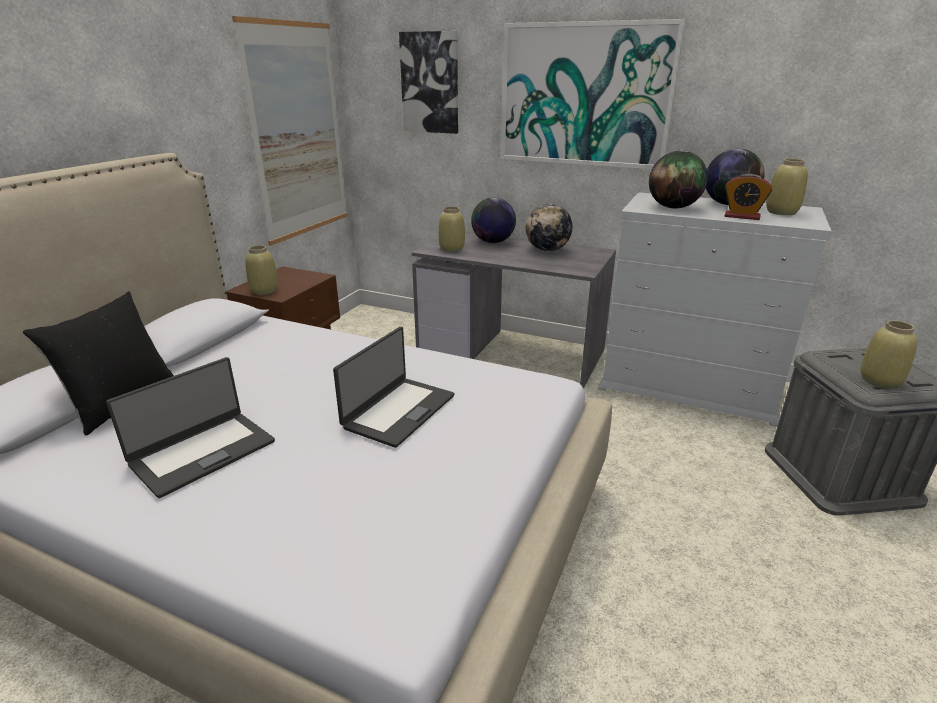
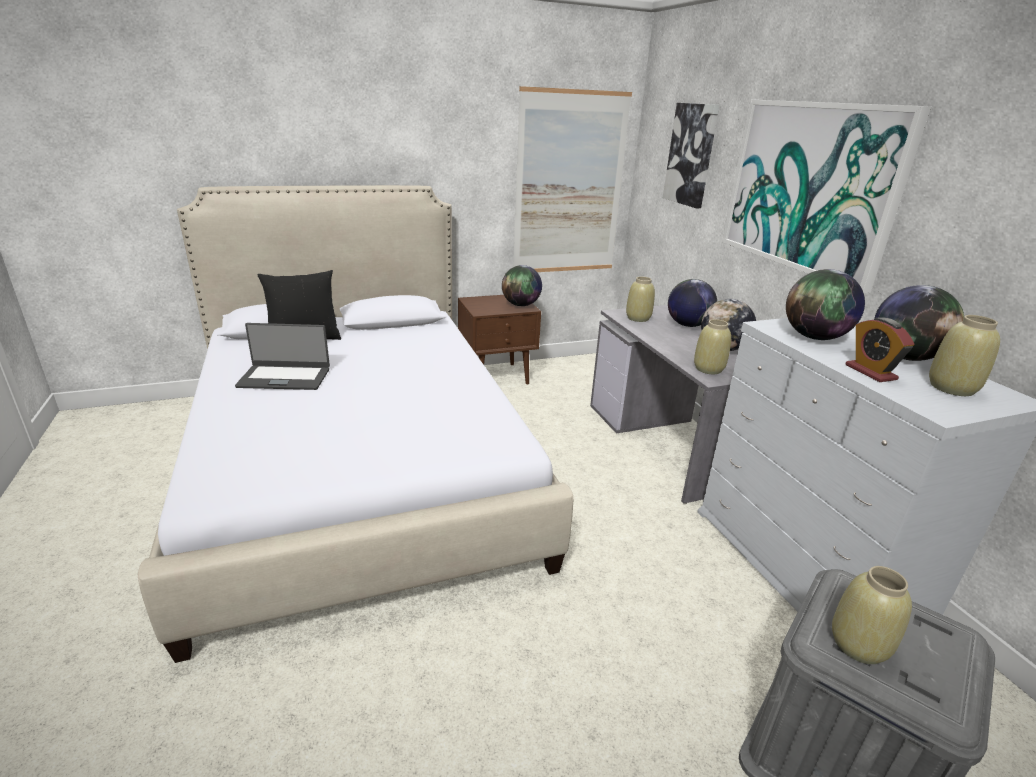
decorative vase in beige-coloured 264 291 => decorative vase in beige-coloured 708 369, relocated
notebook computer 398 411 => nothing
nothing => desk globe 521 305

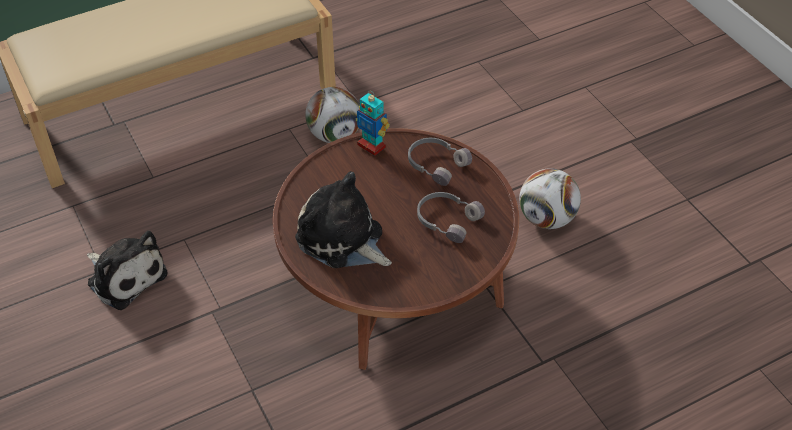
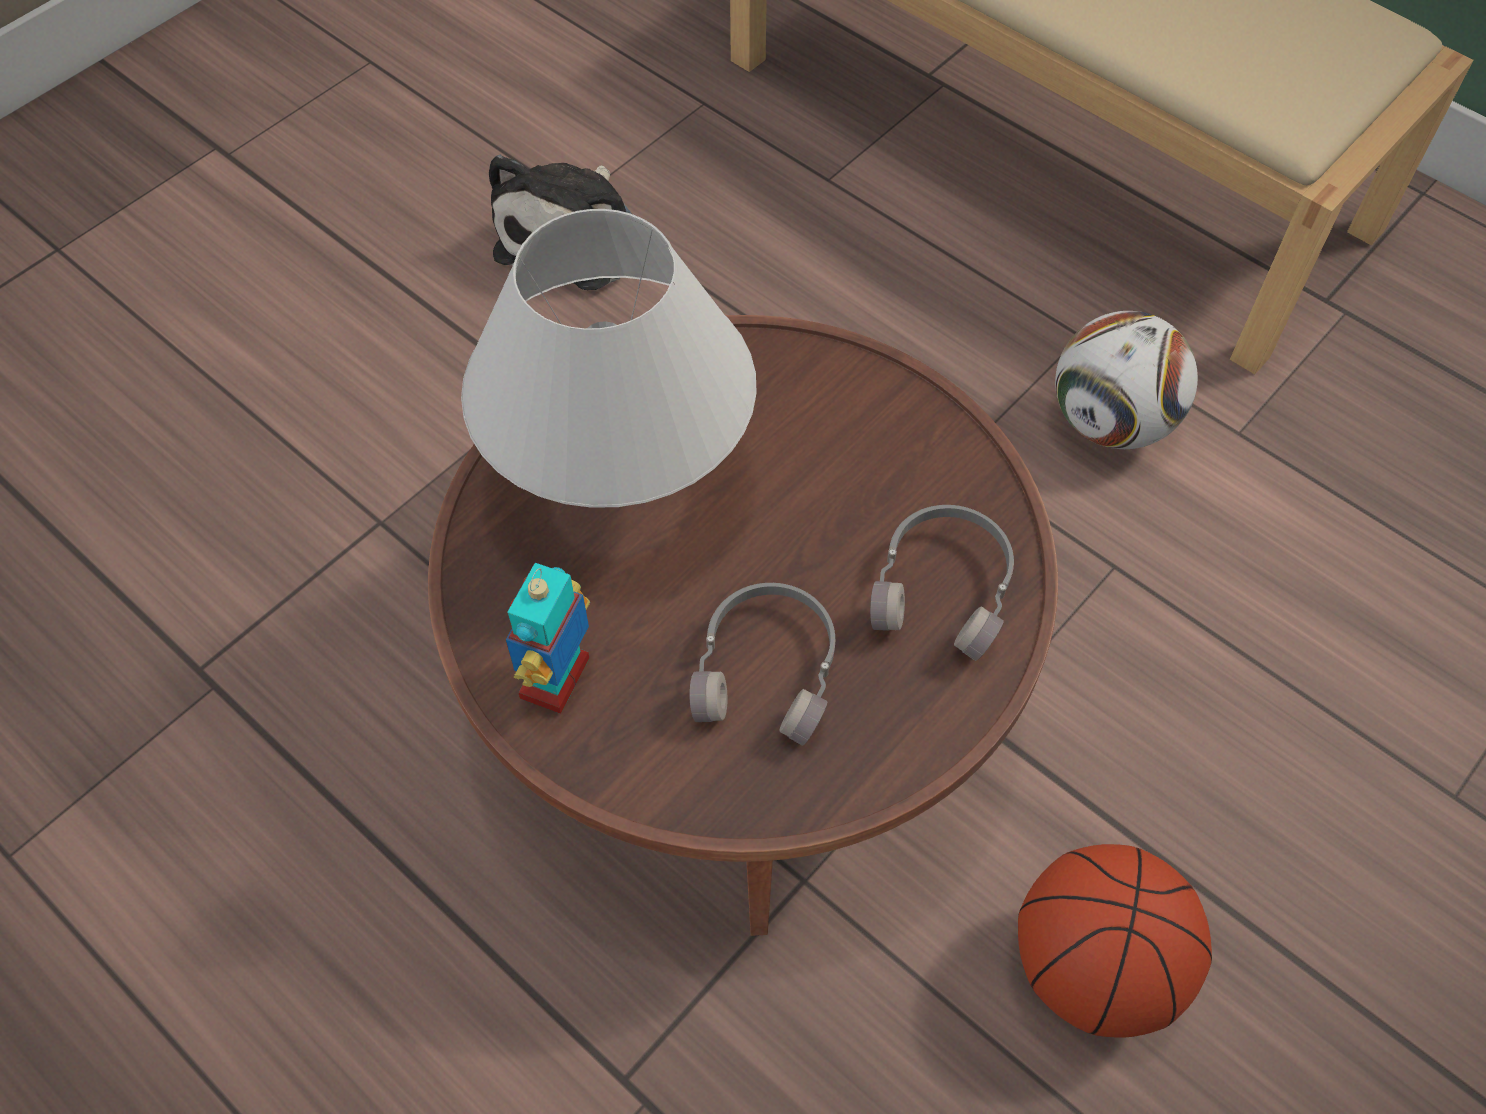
robot figure 372 146 => robot figure 557 679, relocated
football 546 219 => ball for basketball 1093 965
cuddly toy 343 240 => lamp for a table in white 620 478

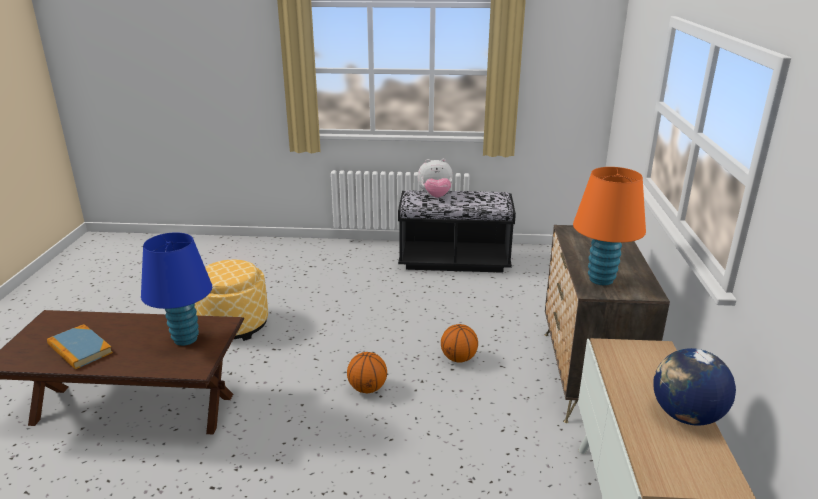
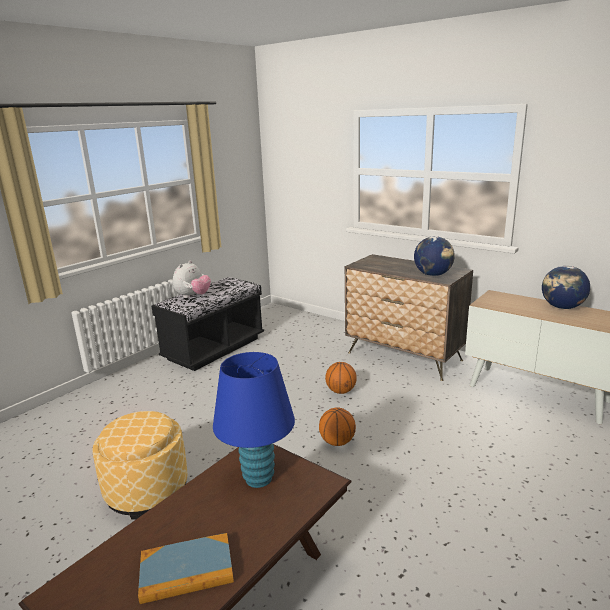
lamp for a table in orange 601 279 => desk globe 433 275

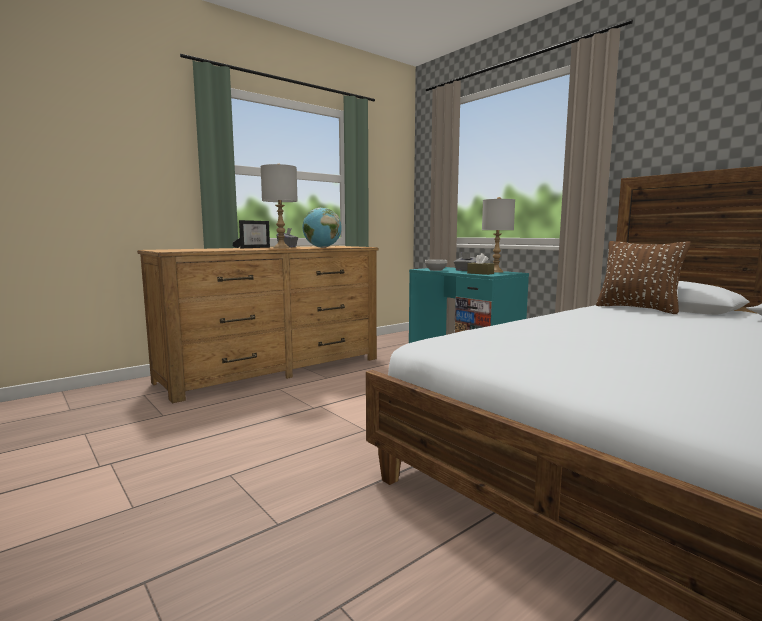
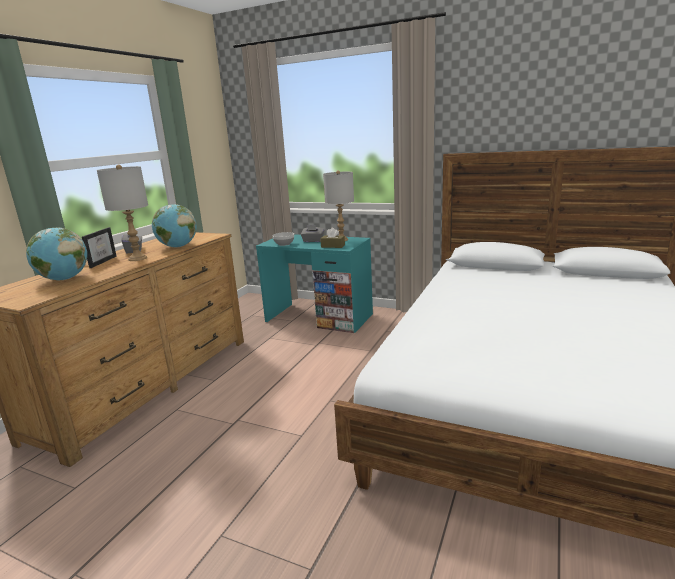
pillow in brown-coloured 637 309 => nothing
nothing => desk globe 64 279

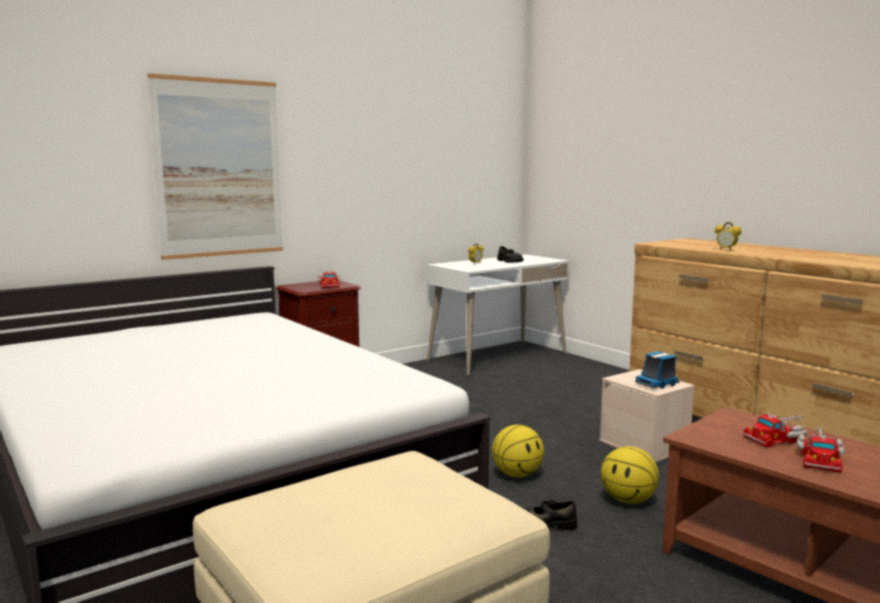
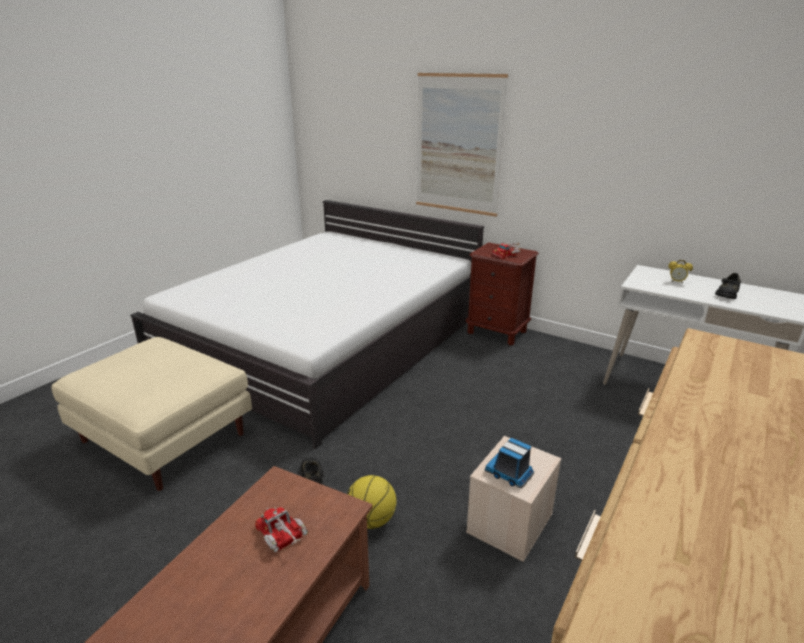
bedside clock 726 249 => nothing
ball for basketball 517 474 => nothing
toy lorry 819 458 => nothing

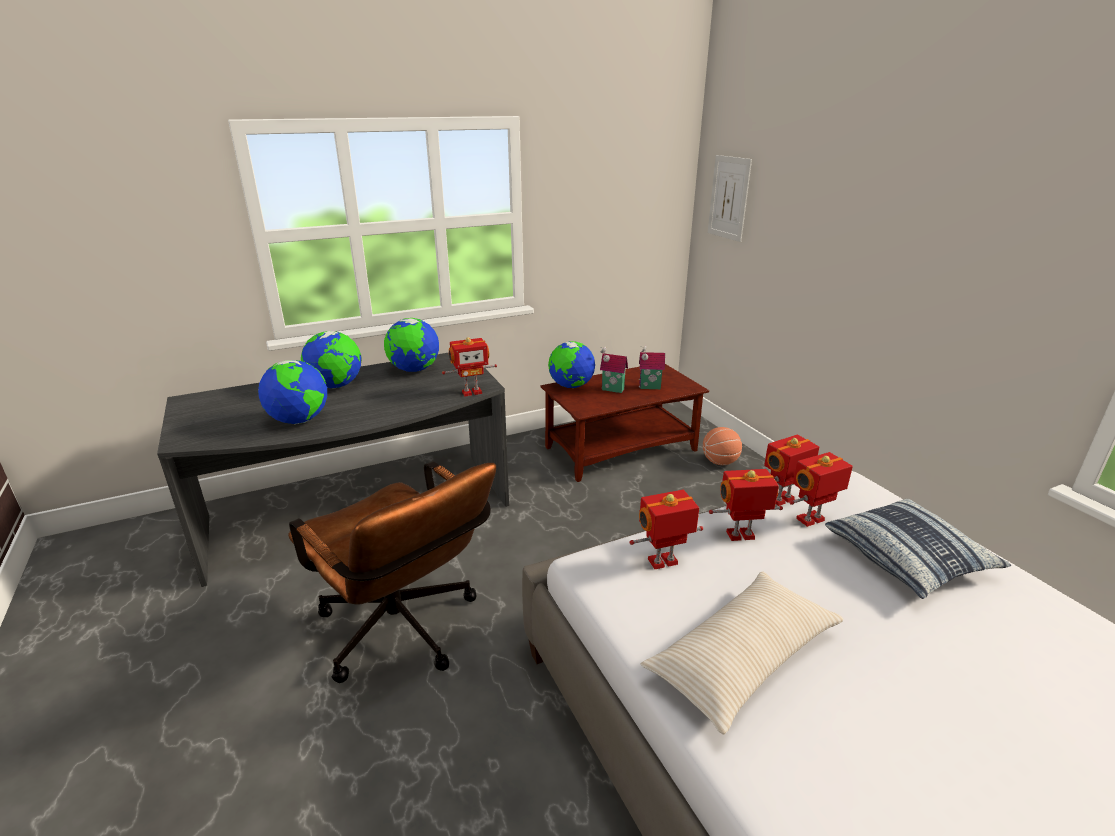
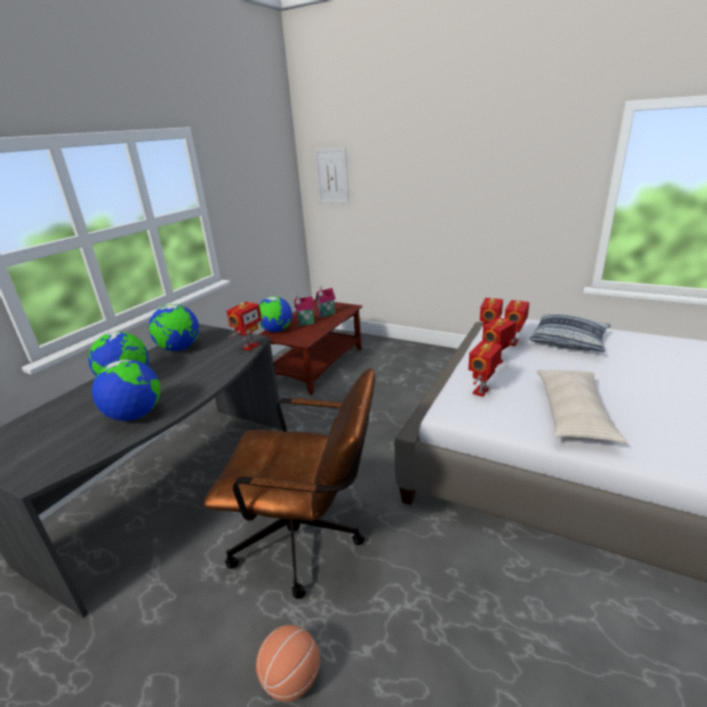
ball for basketball 720 462 => ball for basketball 292 678, relocated

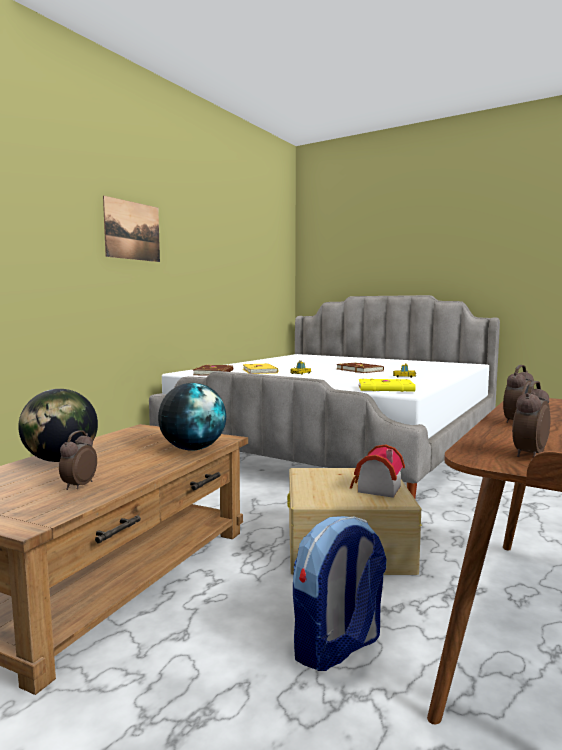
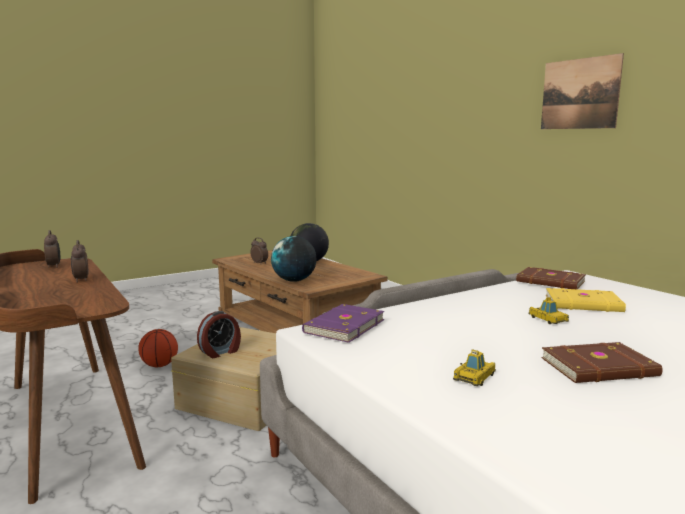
book in yellow-coloured 386 388 => book in purple-coloured 343 326
miniature house 376 489 => bedside clock 220 352
knapsack 337 648 => ball for basketball 159 365

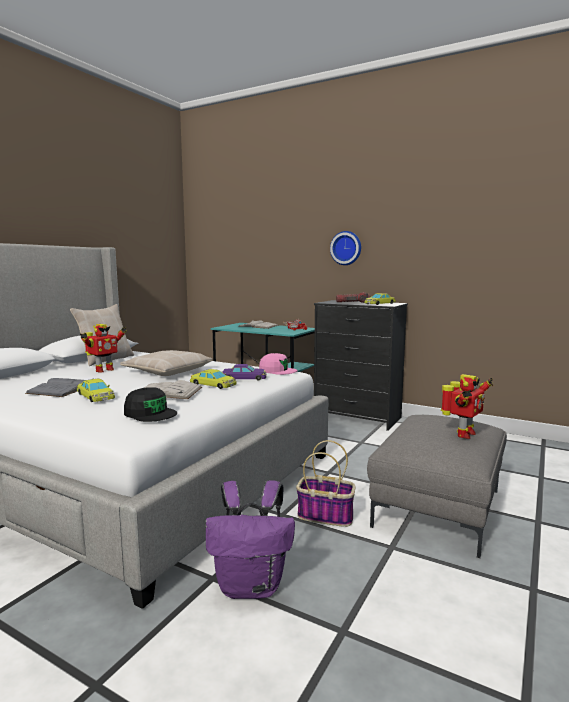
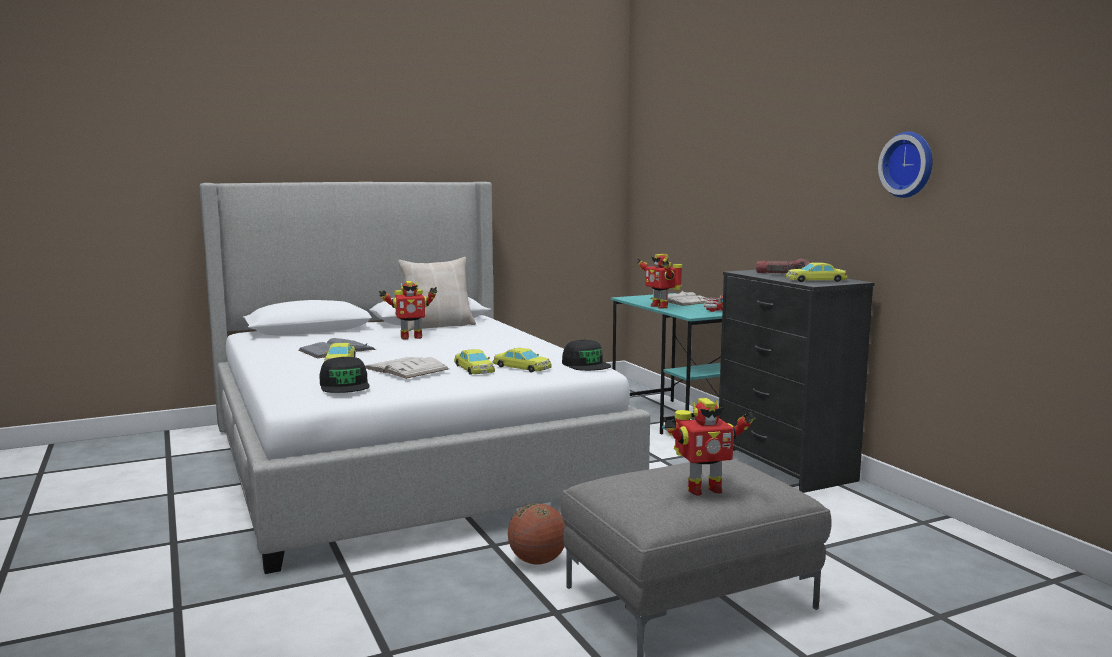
clock on the wall 346 248 => clock on the wall 909 164, relocated
pillow in beige-coloured 167 371 => nothing
cap in pink-coloured 277 370 => cap in blackish 586 364
model car in purple-coloured 244 378 => model car in yellow-coloured 522 367
storage basket 326 516 => ball for basketball 537 561
knapsack in purple-coloured 251 586 => nothing
nothing => robot figure 660 306

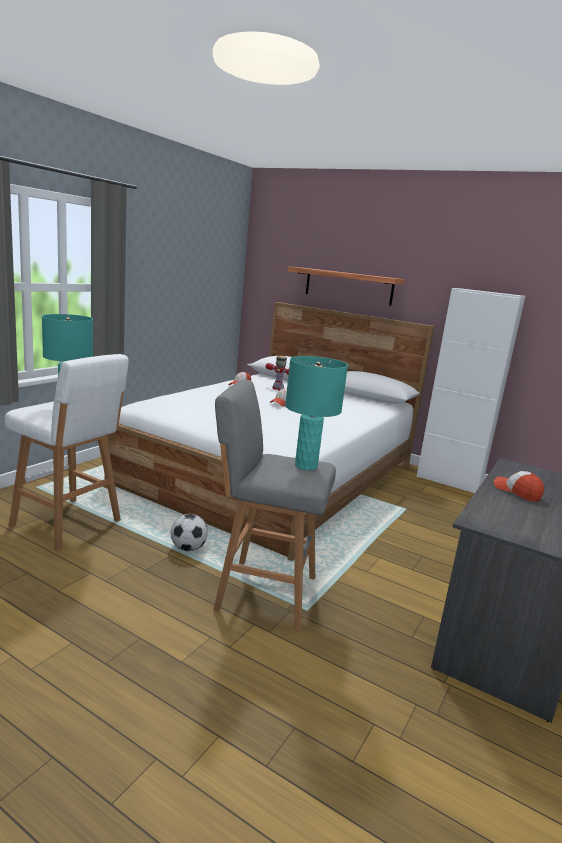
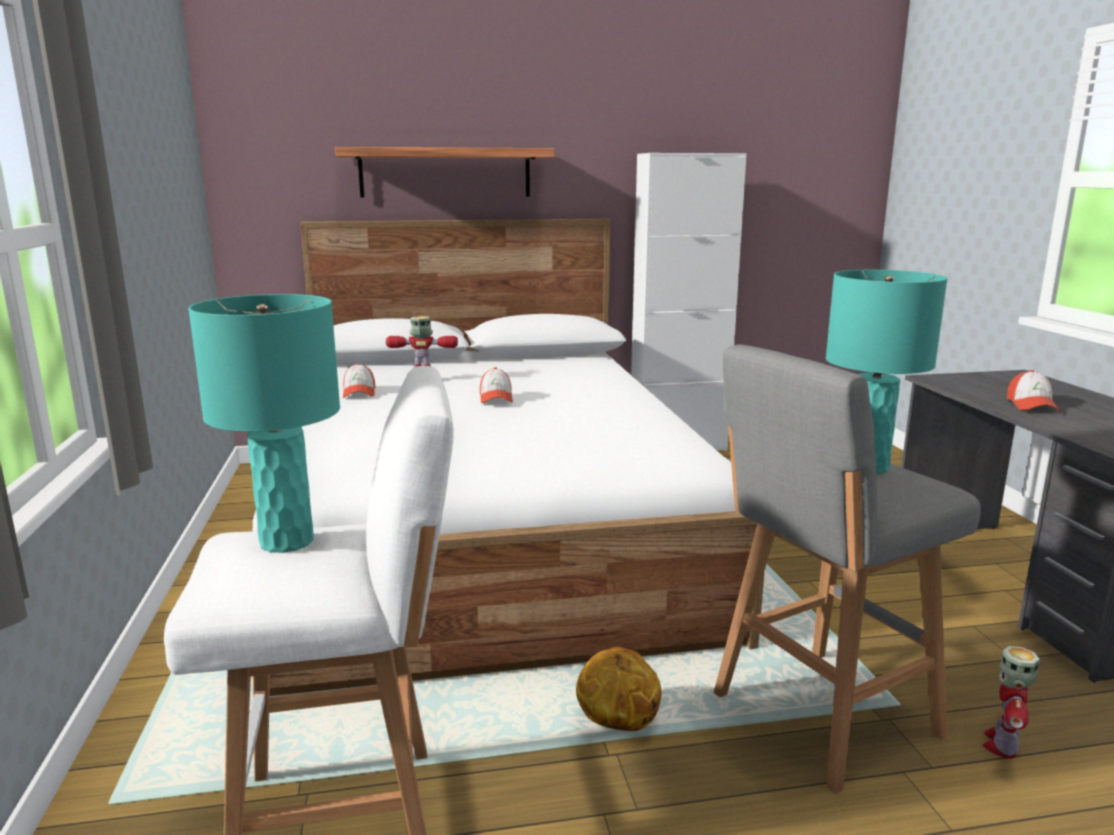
cap 517 492 => cap 1031 405, 90 degrees counterclockwise
football 188 548 => ball for basketball 617 724
nothing => robot figure 1002 744

